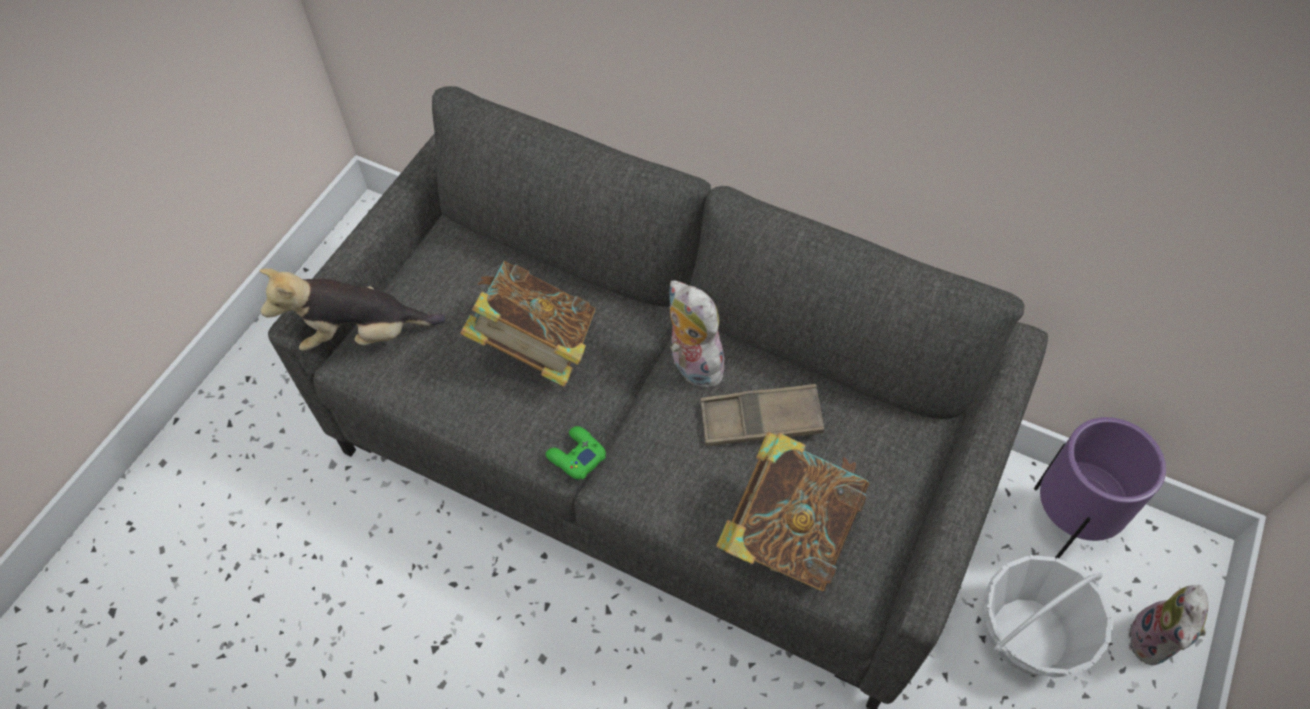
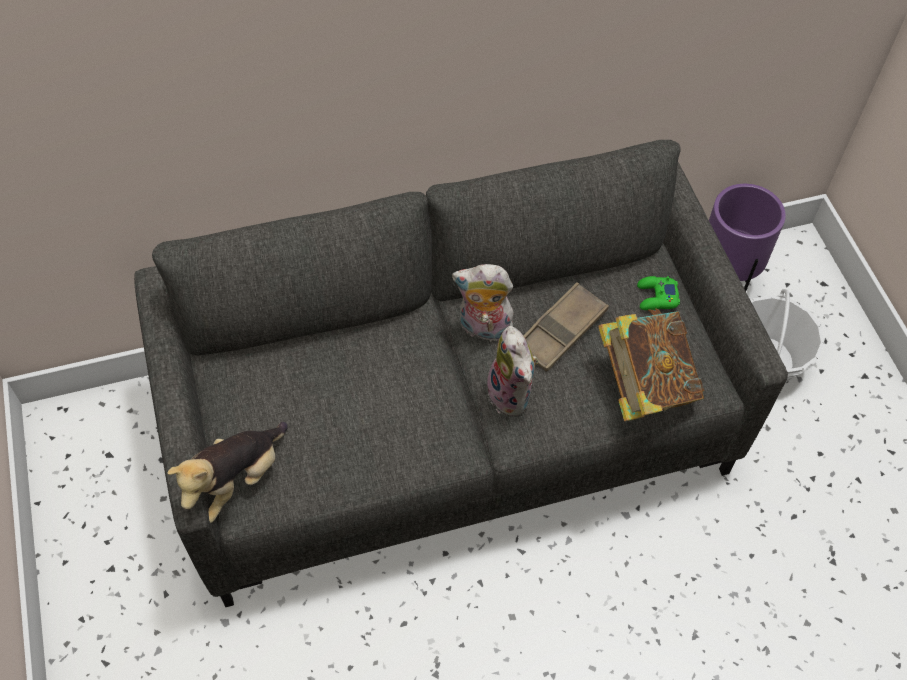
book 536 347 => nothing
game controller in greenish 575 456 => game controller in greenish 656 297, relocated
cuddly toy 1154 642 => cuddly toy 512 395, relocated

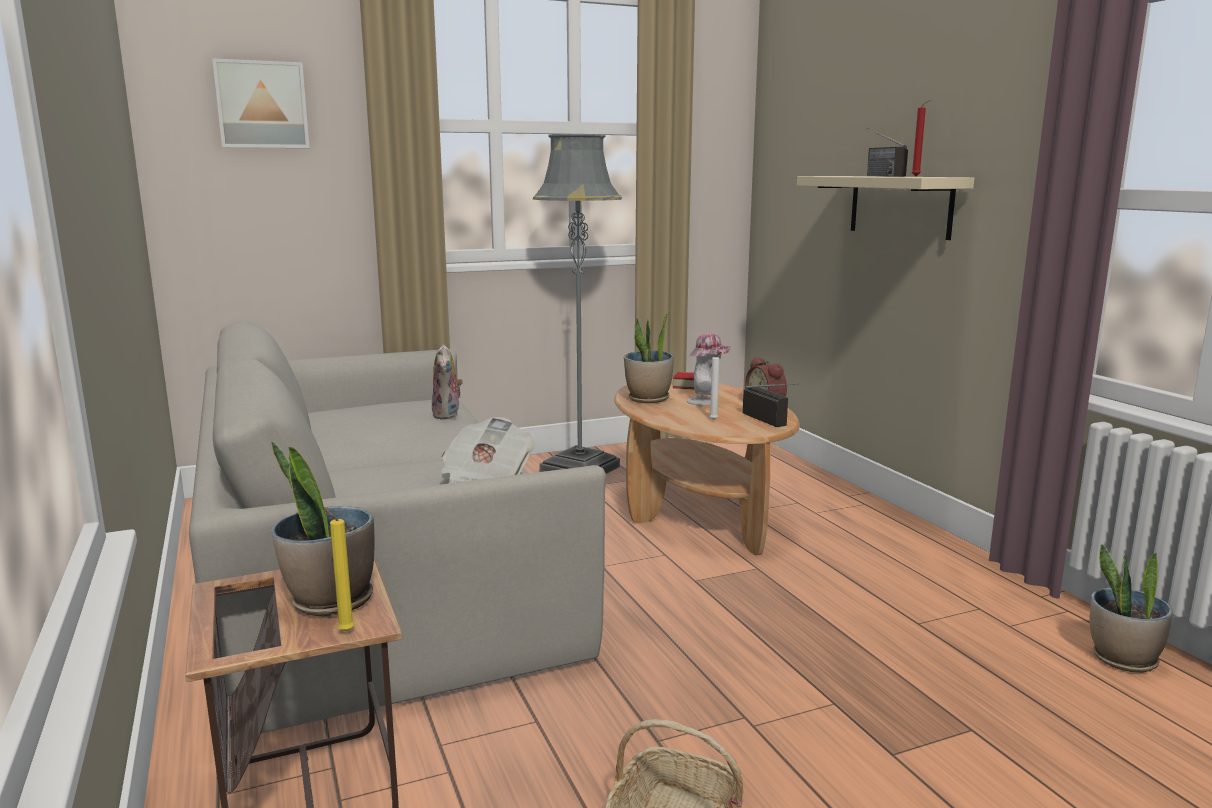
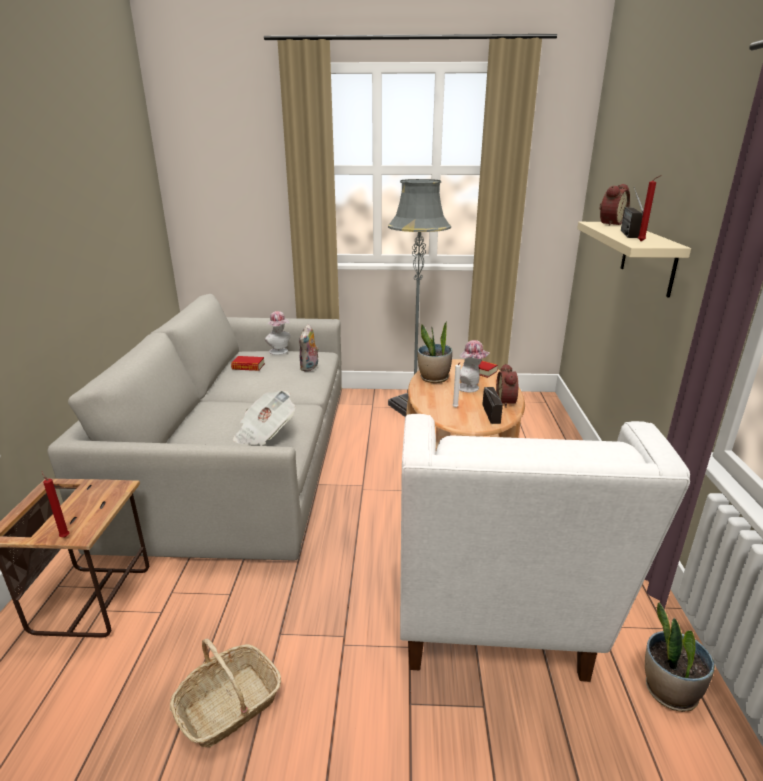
picture 262 105 => nothing
plant in a pot 330 601 => nothing
wax light in yellow-coloured 344 631 => wax light in reddish 64 536
nothing => bedside clock 609 224
nothing => clothing hat 280 352
nothing => book 248 366
nothing => lounge chair in white 491 620

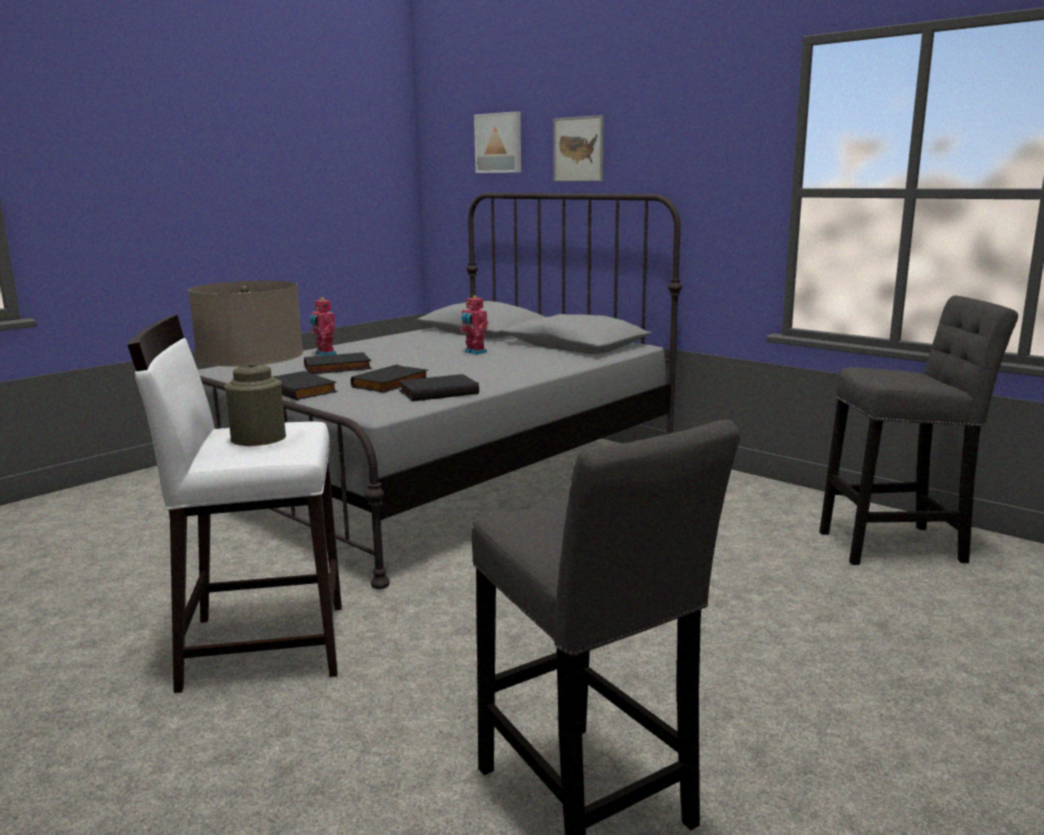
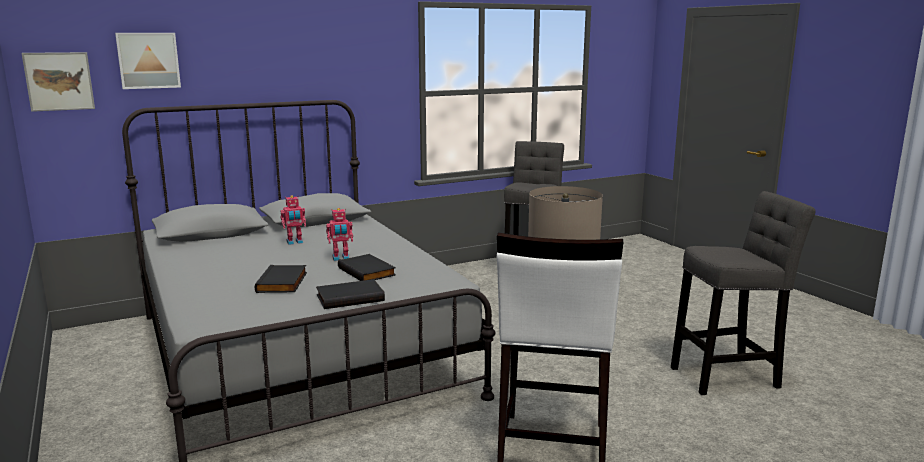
picture 578 149 => picture 59 81, relocated
robot figure 324 354 => robot figure 341 258, relocated
book in blackish 438 392 => nothing

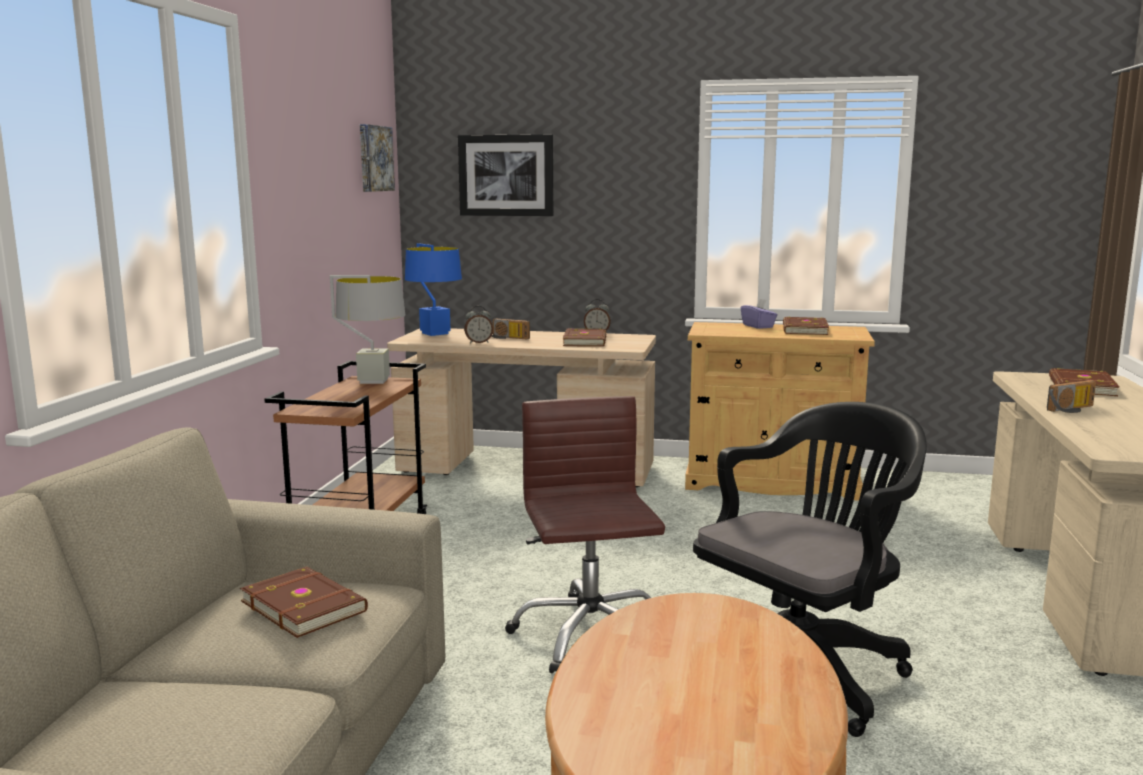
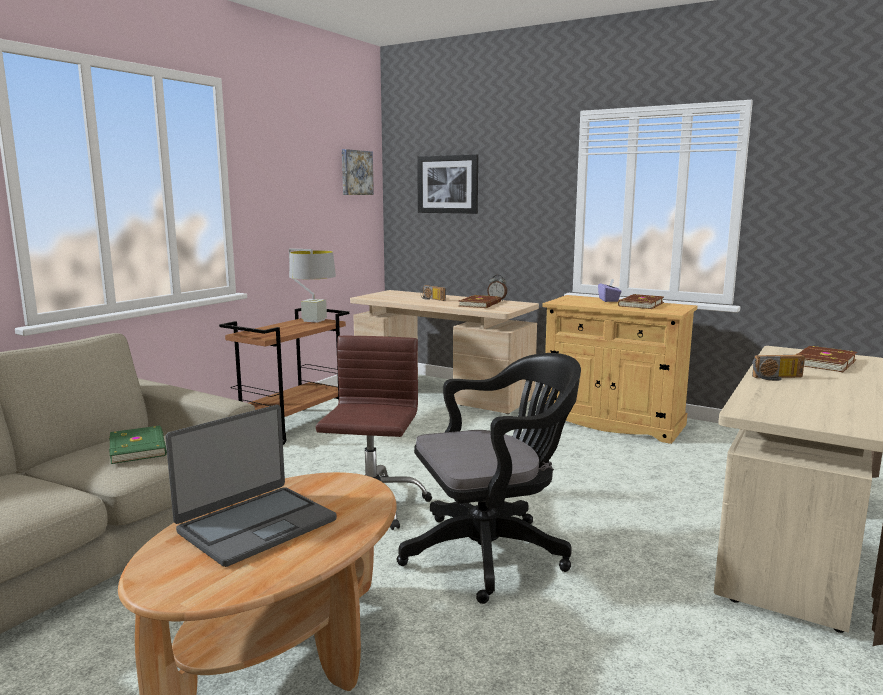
lamp for a table in blue-coloured 435 333 => nothing
bedside clock 478 342 => nothing
book in brown-coloured 305 605 => book in greenish 139 447
nothing => notebook computer 256 525

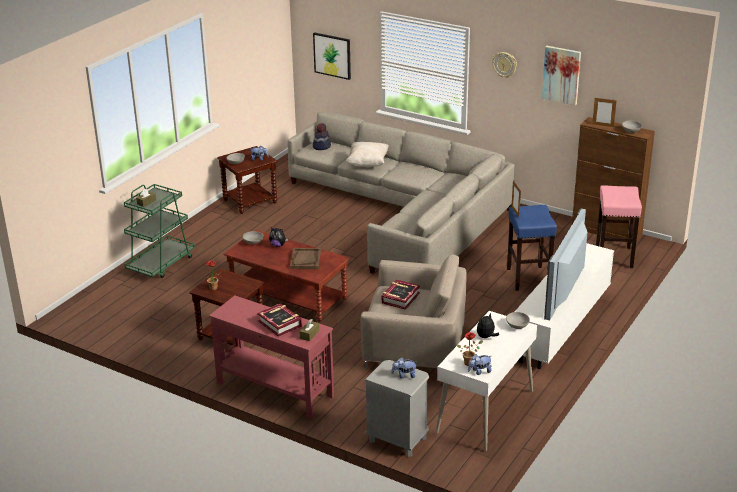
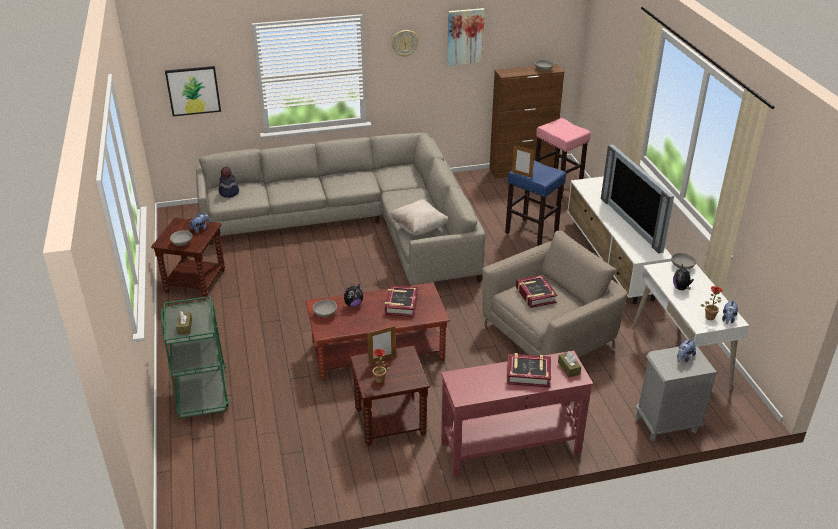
standing frame 603 125 => standing frame 382 359, relocated
pillow in beige-coloured 367 163 => pillow in beige-coloured 418 228, relocated
carrying tray in brown-coloured 305 260 => book 401 304

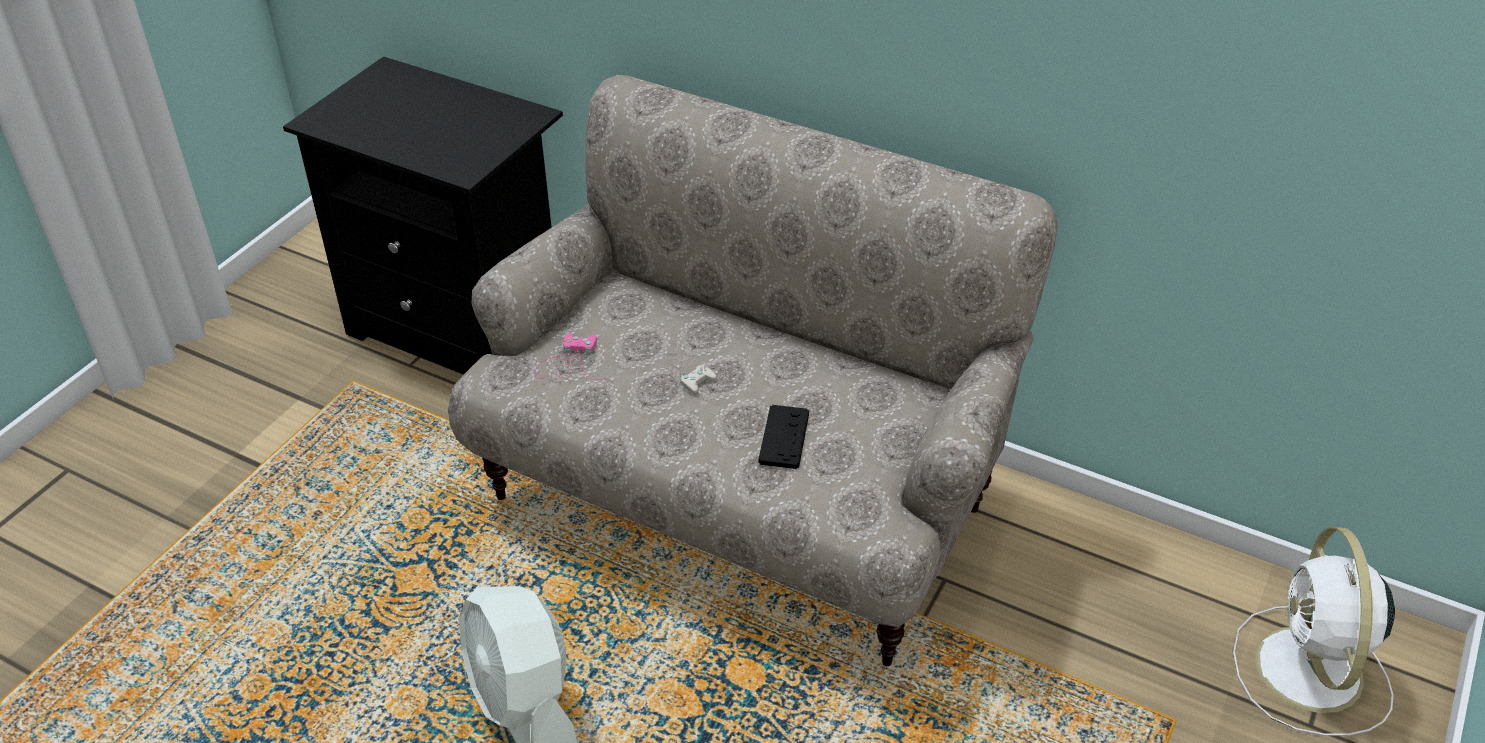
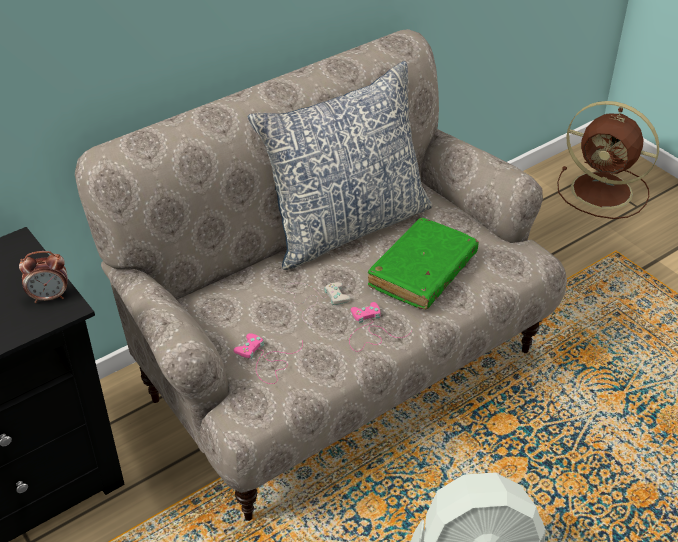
game controller in blackish 784 438 => book in greenish 422 272
fan in white 1309 673 => fan in brown-coloured 604 191
nothing => pillow 346 226
nothing => bedside clock 50 297
nothing => game controller in pink-coloured 370 331

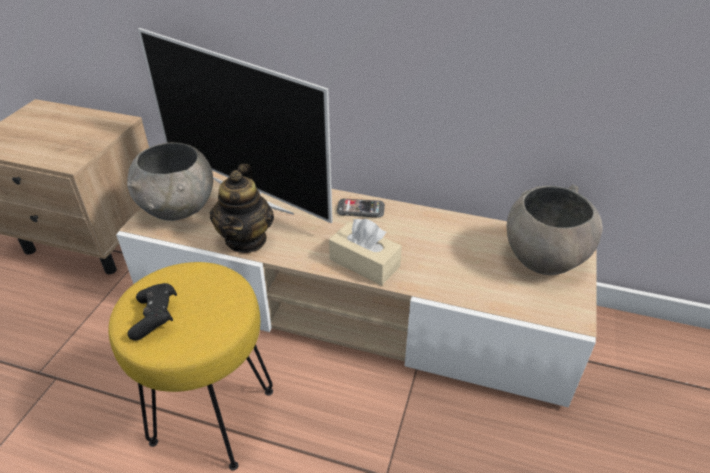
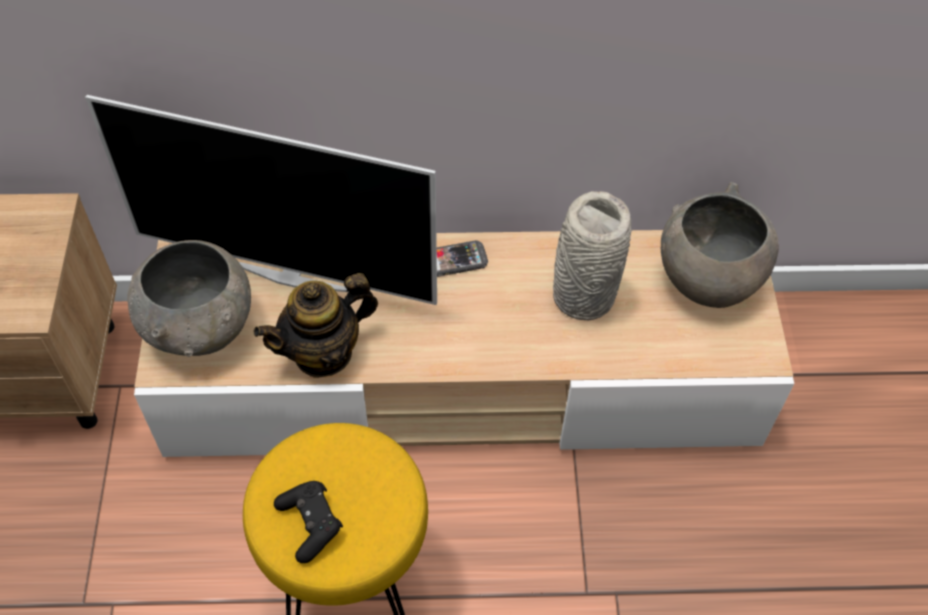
teapot 246 239 => teapot 323 353, 75 degrees clockwise
tissue box in beige-coloured 364 263 => nothing
nothing => decorative vase in gray 582 295

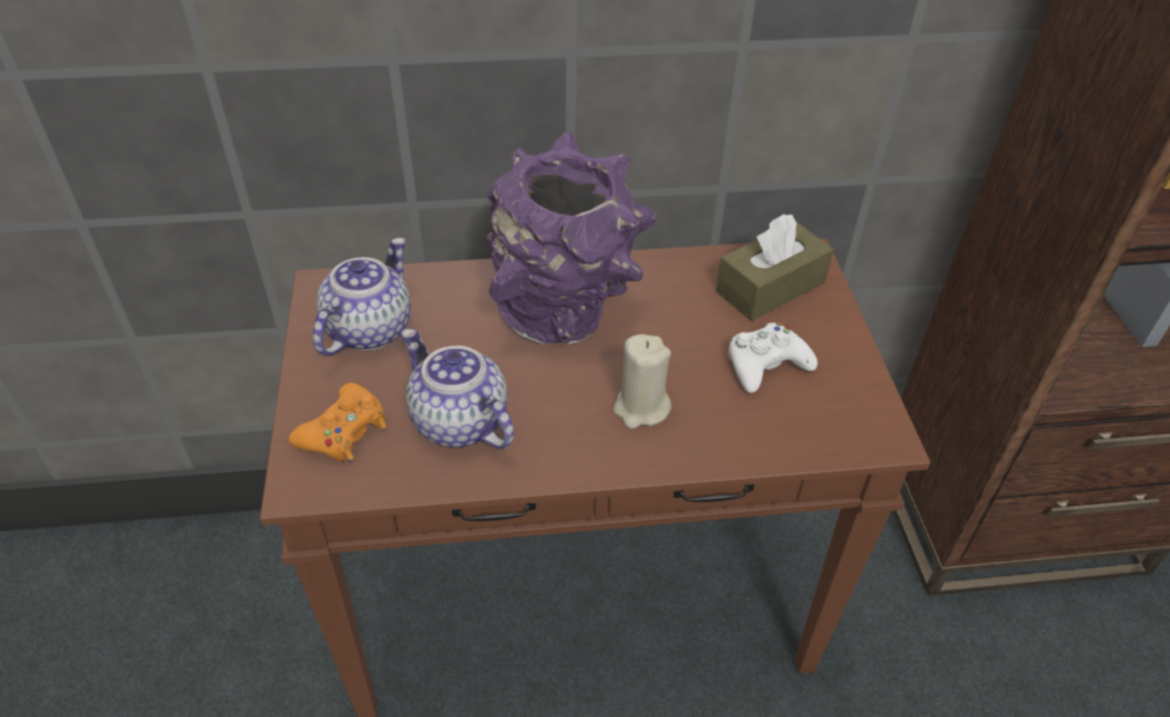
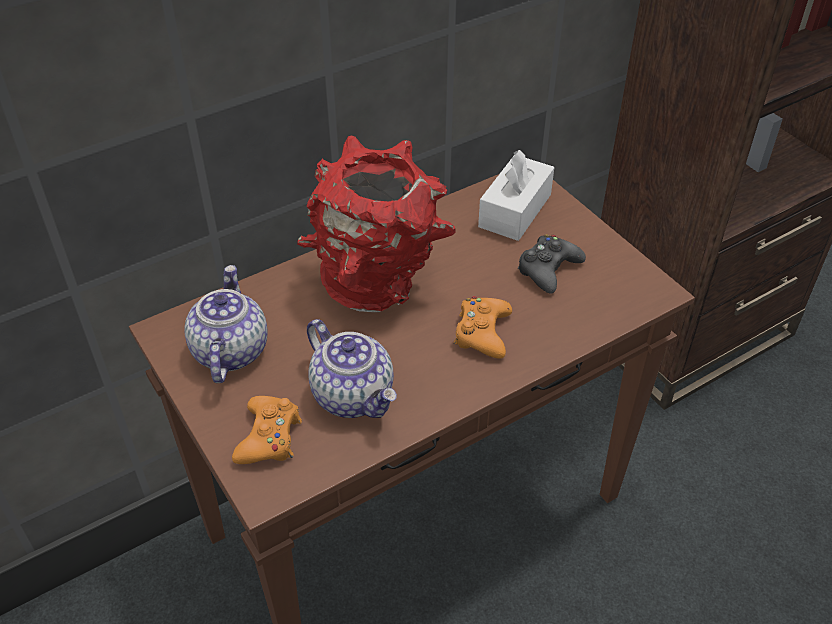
decorative vase in purple-coloured 566 313 => decorative vase in reddish 379 282
tissue box in brown-coloured 770 287 => tissue box in white 515 211
game controller in white 765 365 => game controller in blackish 548 269
teapot 458 422 => teapot 354 395, 150 degrees counterclockwise
wax light in beige-coloured 641 408 => game controller in orange 482 333

